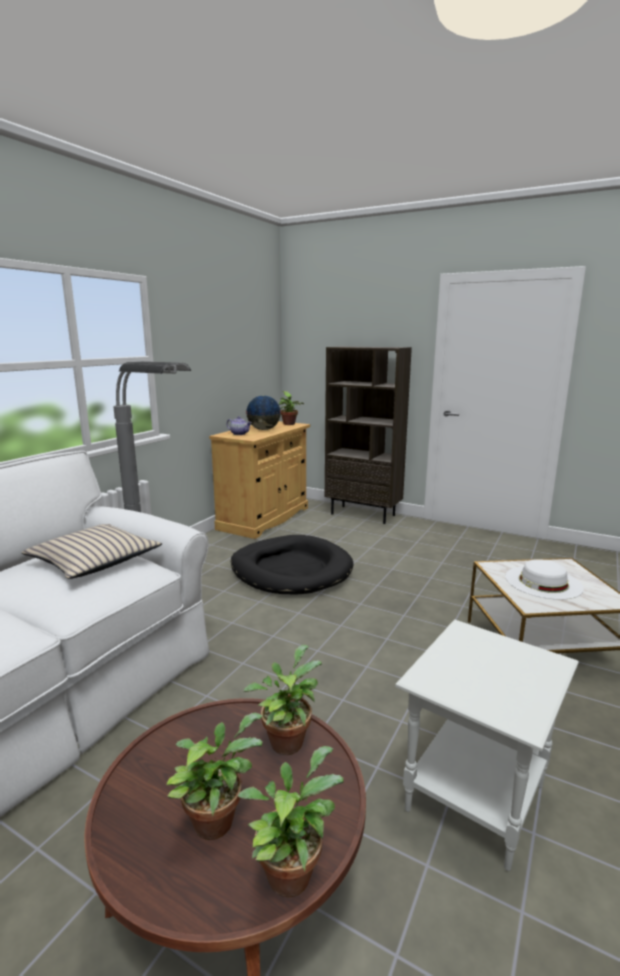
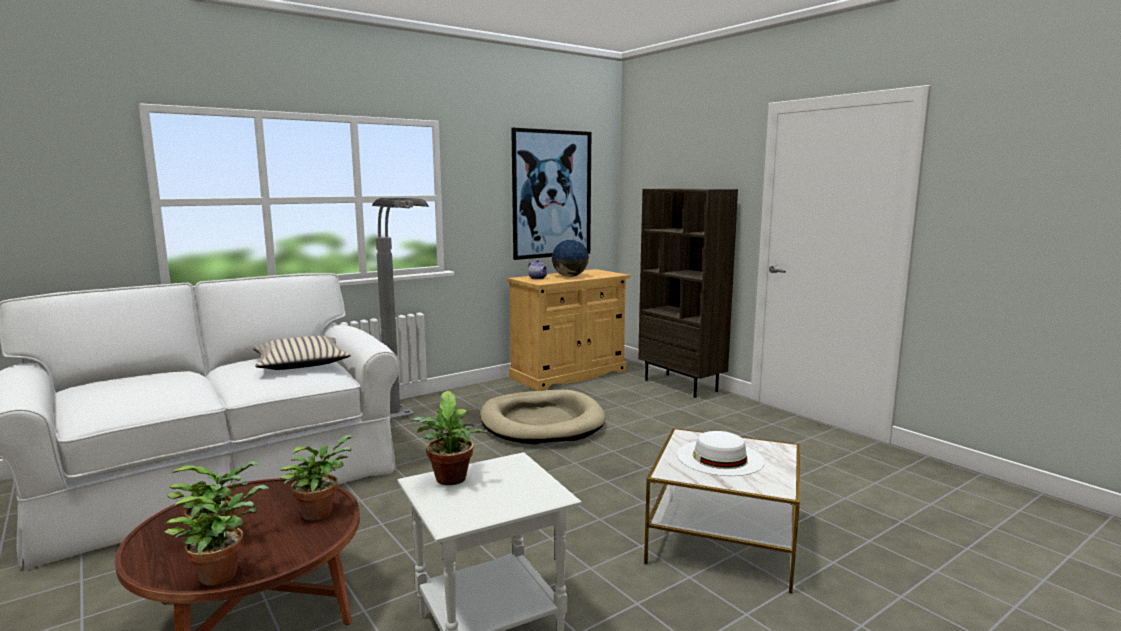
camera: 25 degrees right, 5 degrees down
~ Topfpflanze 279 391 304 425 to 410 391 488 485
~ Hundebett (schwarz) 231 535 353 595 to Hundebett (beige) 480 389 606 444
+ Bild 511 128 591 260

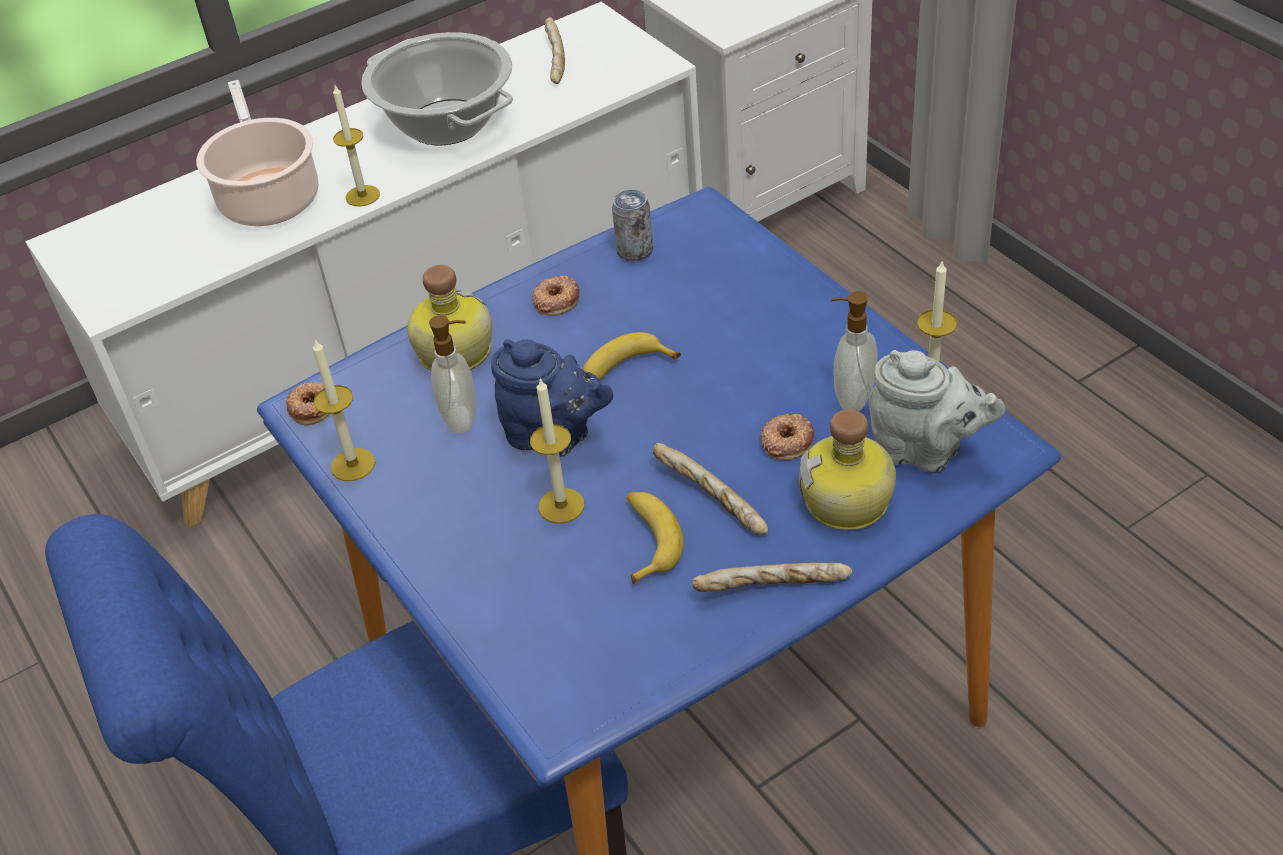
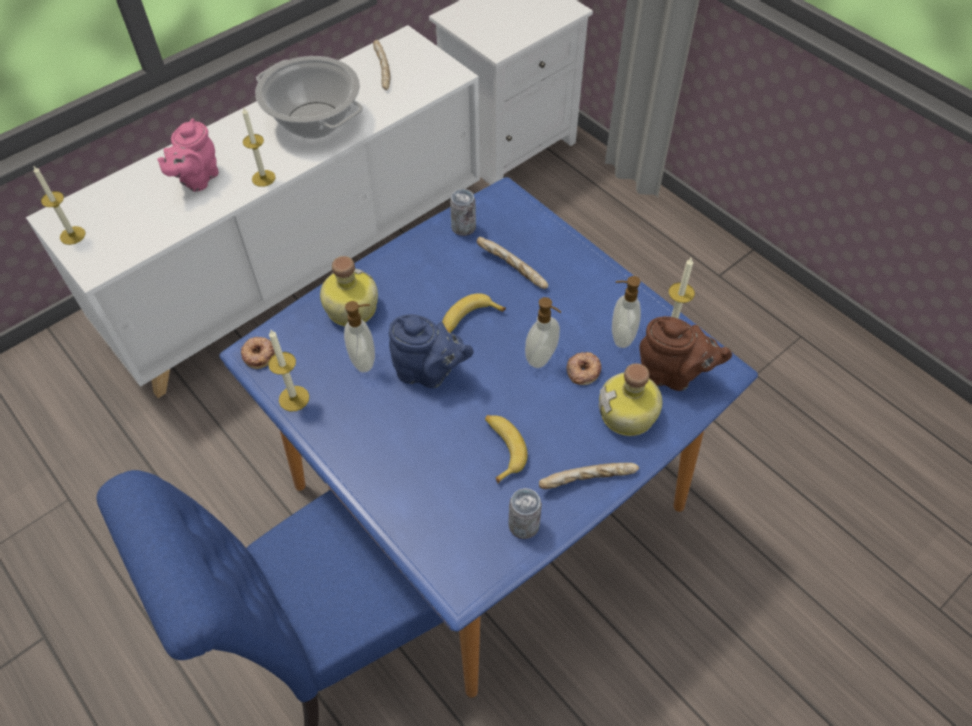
camera: 10 degrees left, 10 degrees up
~ Kochtopf 196 80 319 226 to Teekanne (rosa) 157 118 219 192
- Donut 532 276 580 316
~ Teekanne (grau) 869 350 1006 472 to Teekanne (braun) 639 316 732 391
~ Kerze 530 378 585 524 to 33 165 86 245
~ Brot 653 443 768 535 to 477 237 548 289
+ Seifenspender 525 297 561 368
+ Dose 508 488 542 539

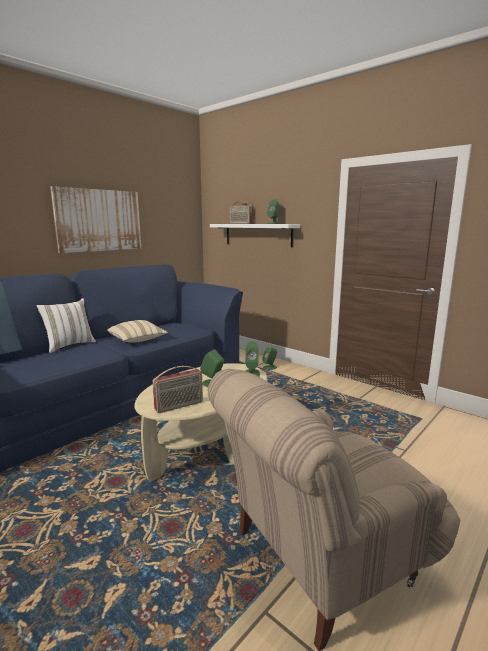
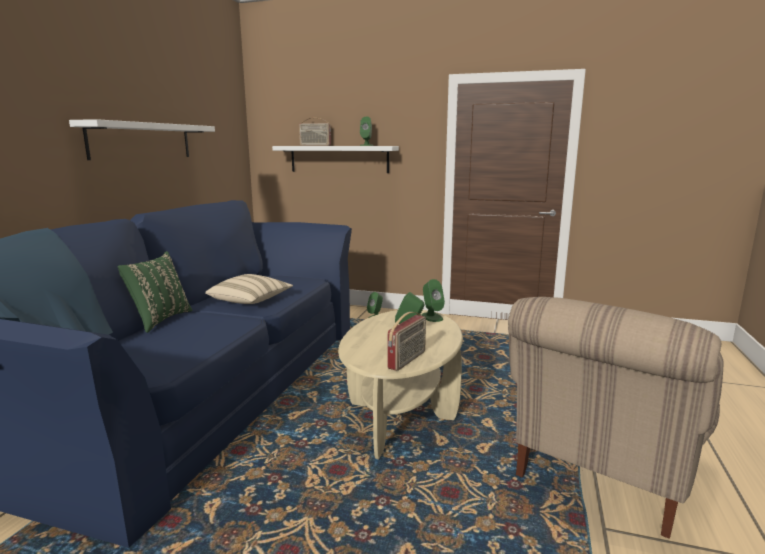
camera: 25 degrees left, 0 degrees up
~ Bild 50 186 141 253 to Wandregal (weiß) 69 119 215 160
~ Kissen (weiß) 37 298 96 353 to Kissen (grün) 117 251 192 333

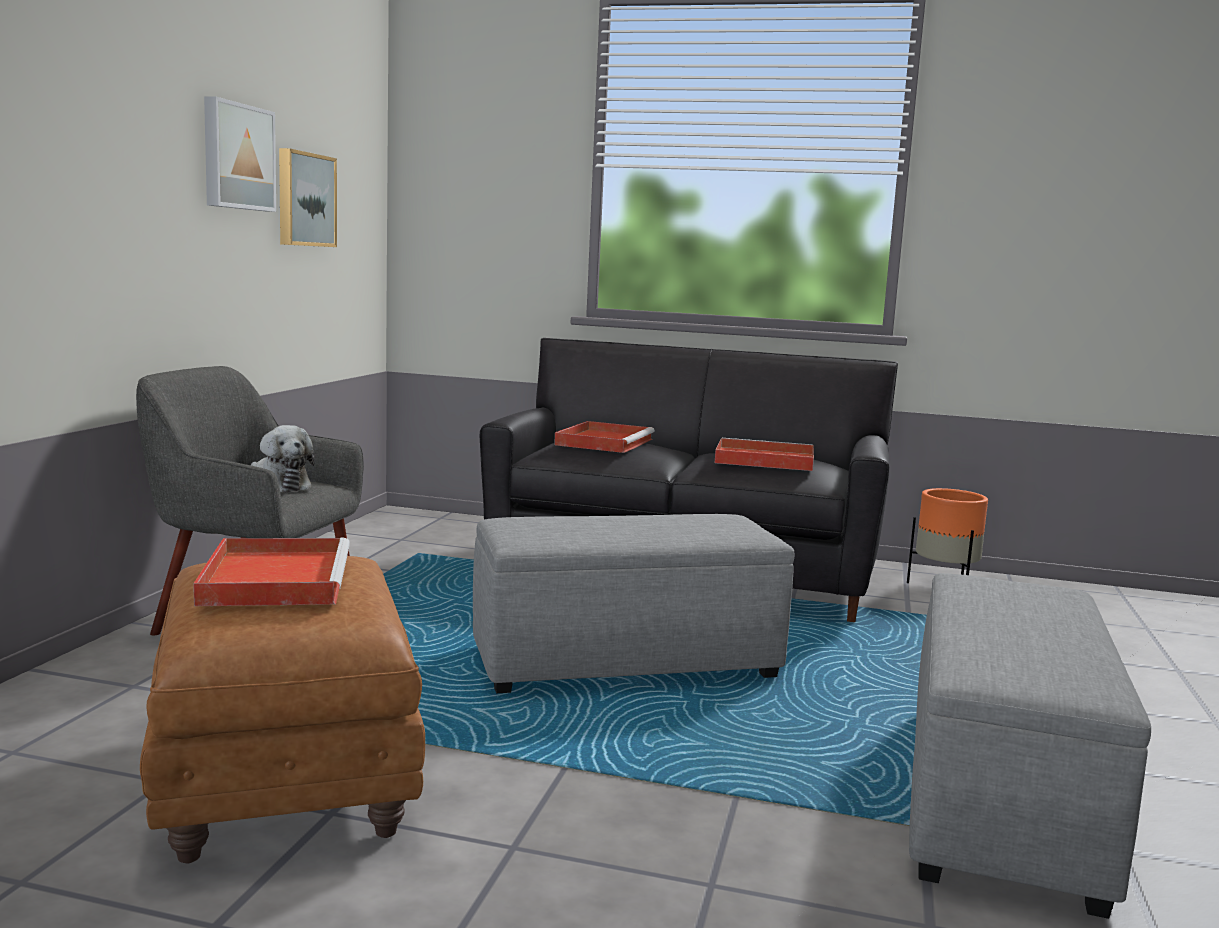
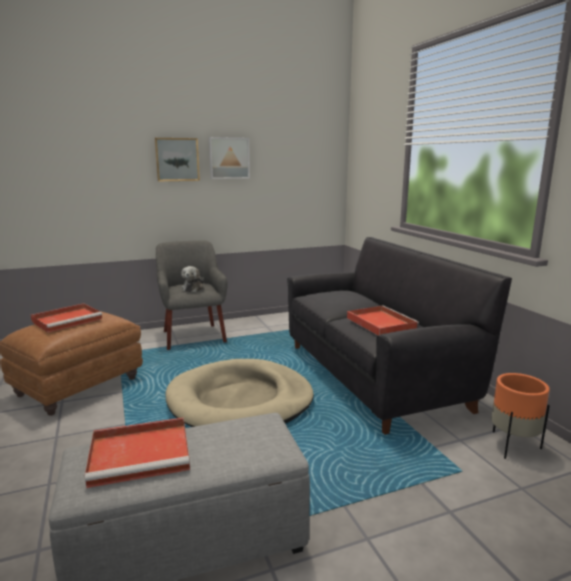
camera: 55 degrees right, 5 degrees up
~ Bild 279 148 337 247 to 154 138 200 181
~ Tablett (rot) 554 421 655 453 to 85 417 190 488
~ Polsterhocker (grau) 473 514 794 693 to Hundebett (beige) 166 359 314 427

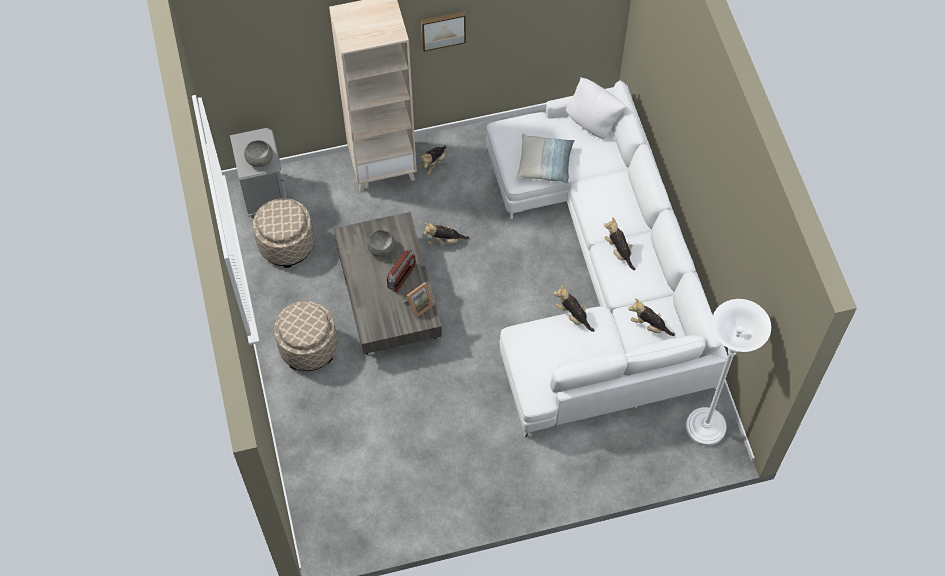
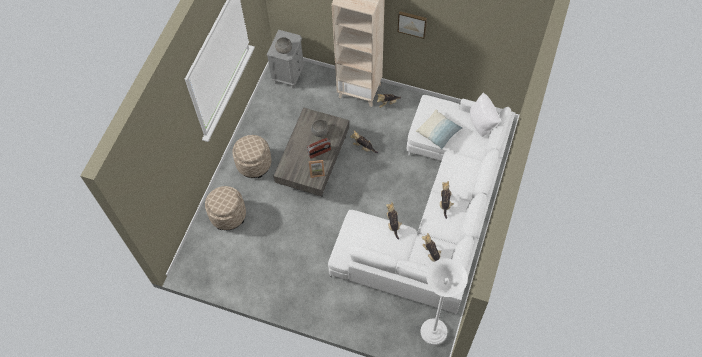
camera: 35 degrees right, 0 degrees up
~ Polsterhocker (beige) 253 198 314 268 to 205 186 246 230

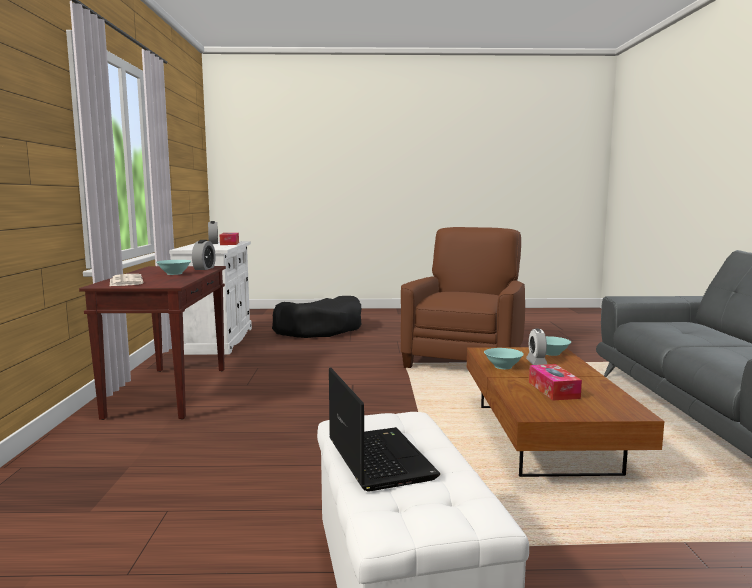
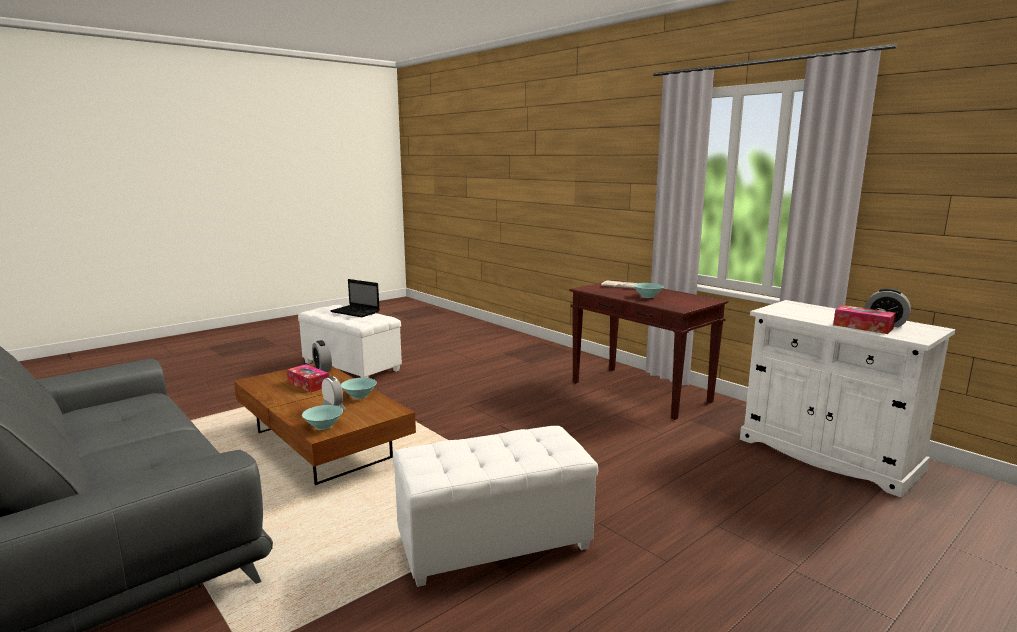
camera: 140 degrees right, 5 degrees up
~ Sessel (braun) 401 227 525 368 to Polsterhocker (weiß) 393 426 598 587
~ Wecker 192 240 216 270 to 312 340 332 372
- Hundebett (schwarz) 272 296 361 338

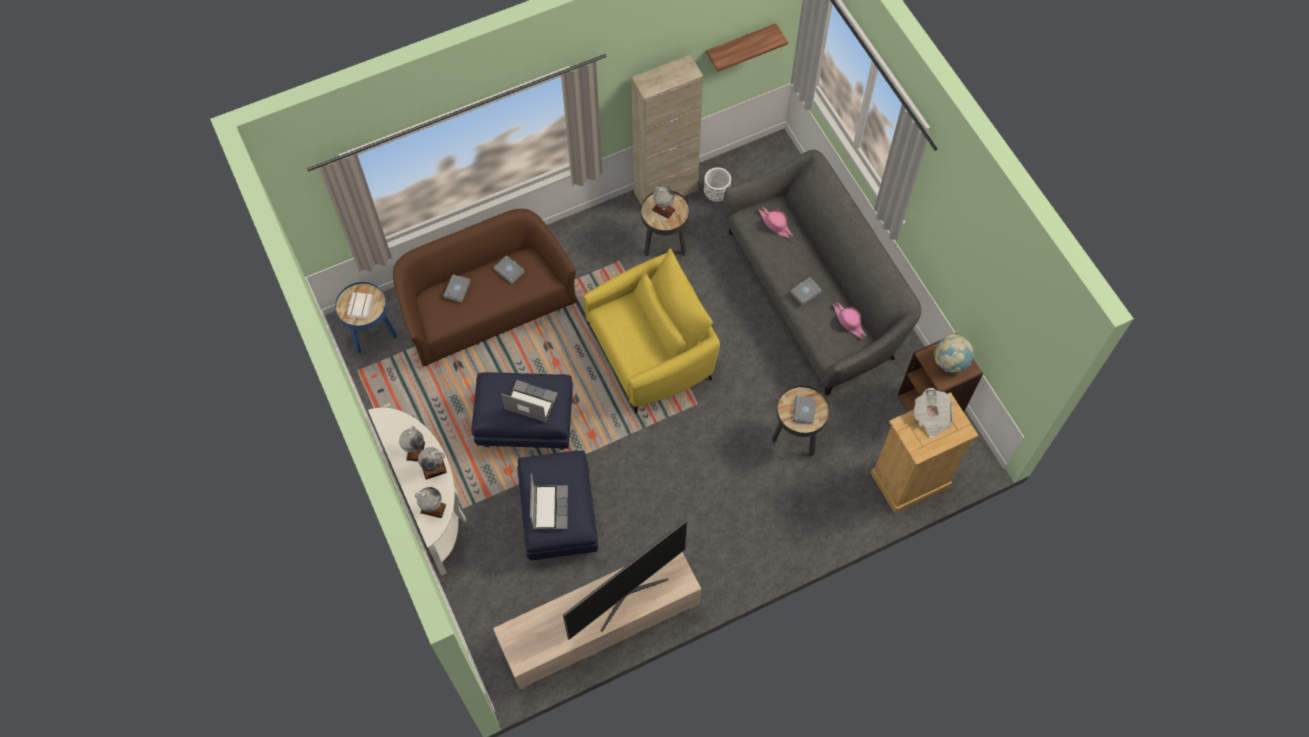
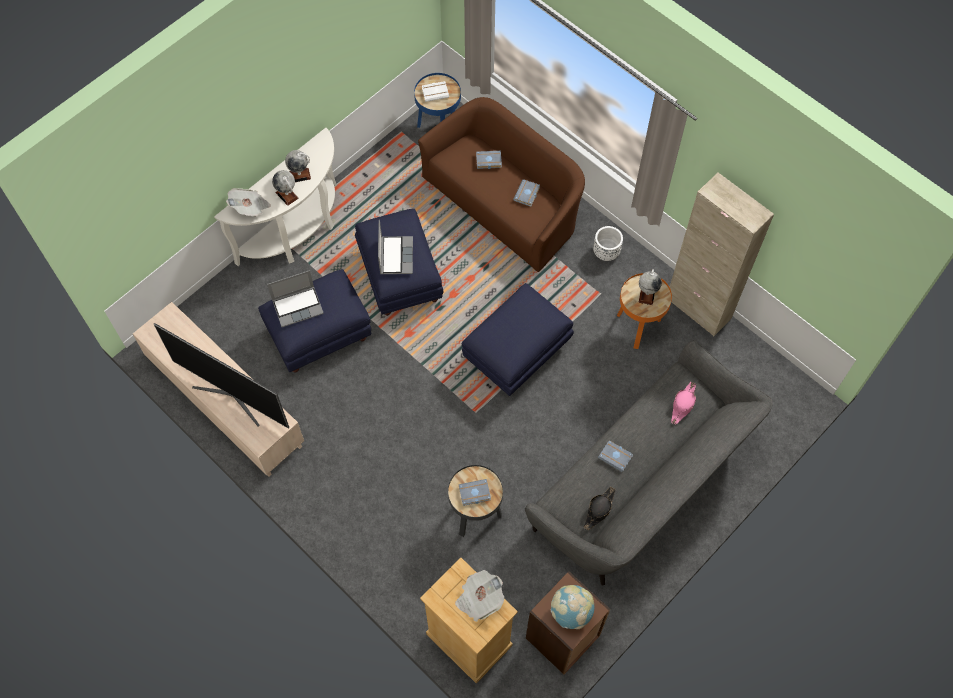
camera: 70 degrees right, 0 degrees up
- Wandregal 706 24 788 72
~ Pflanzkübel (weiß) 704 167 731 202 to 593 226 623 261
~ Beistelltisch (schwarz) 641 191 689 257 to Beistelltisch (orange) 617 273 672 349
~ Sessel (gelb) 583 249 720 413 to Polsterhocker (blau) 462 283 574 396
~ Hut (rosa) 833 302 866 339 to Hut (schwarz) 584 487 616 530
~ Globus 415 487 446 518 to Zeitung 226 188 271 217

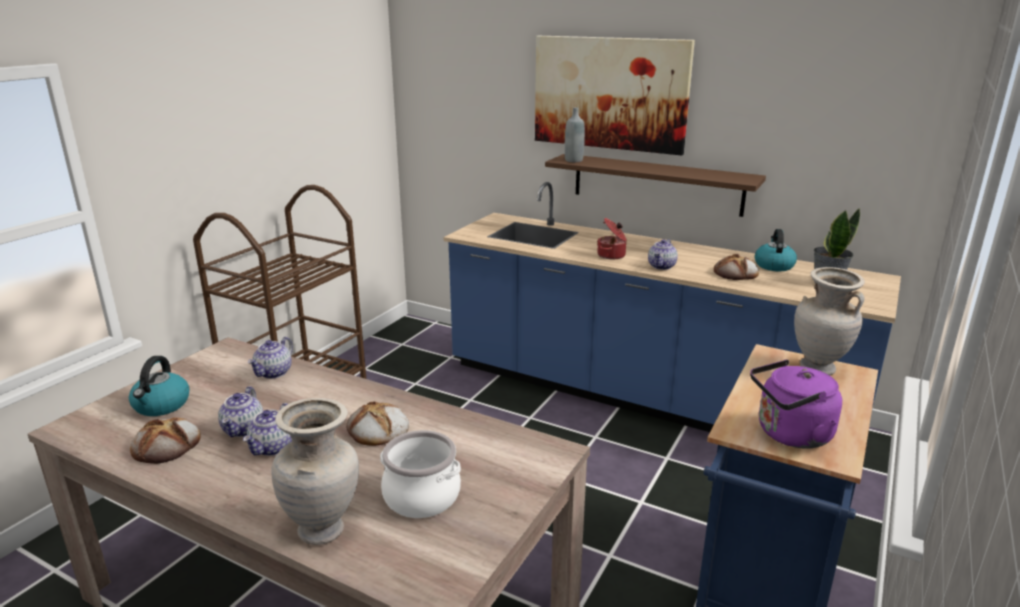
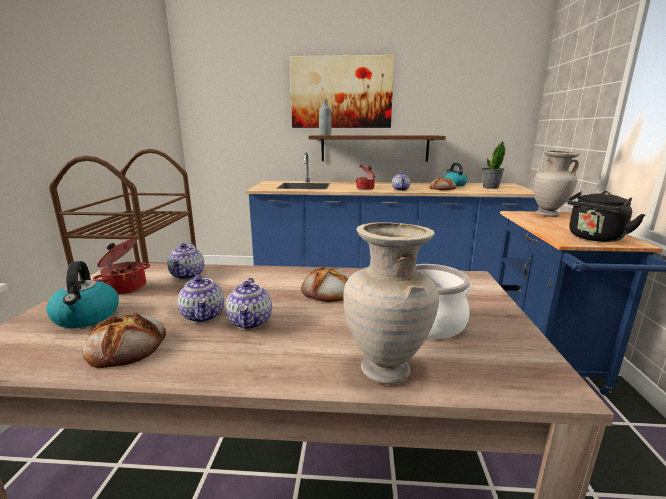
camera: 25 degrees left, 5 degrees down
~ Wasserkessel (lila) 750 360 842 449 to Wasserkessel (schwarz) 567 191 646 242
+ Kochtopf 93 239 150 295

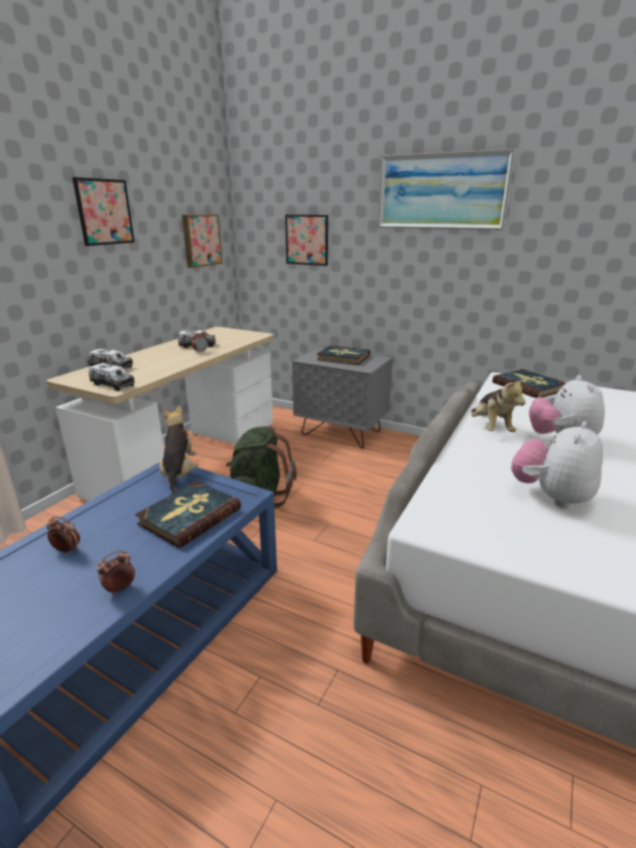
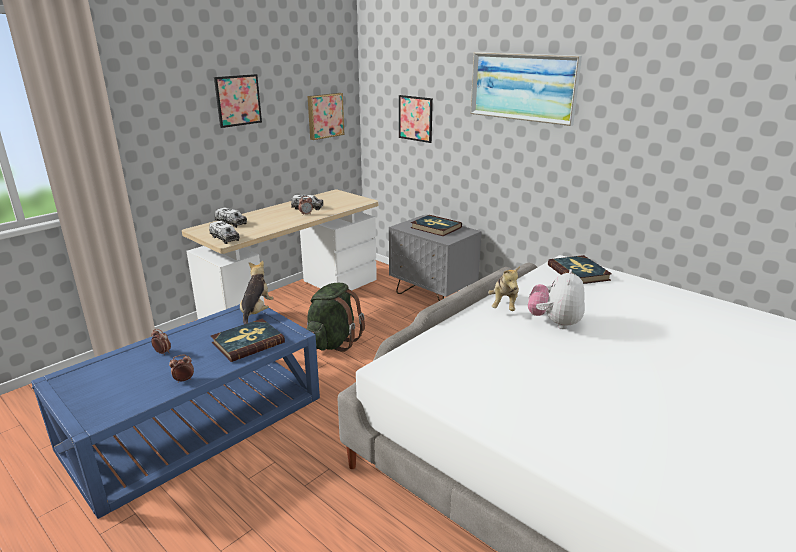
camera: 15 degrees right, 0 degrees up
- Plüschtier 511 421 603 508

